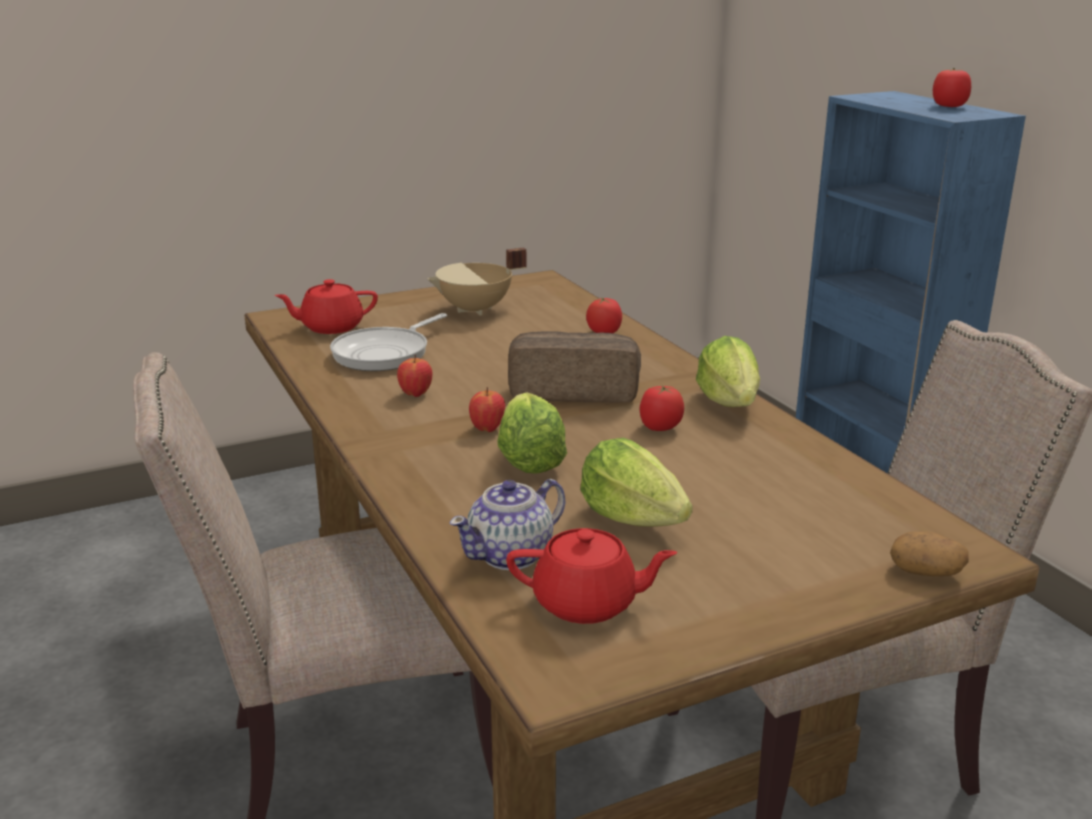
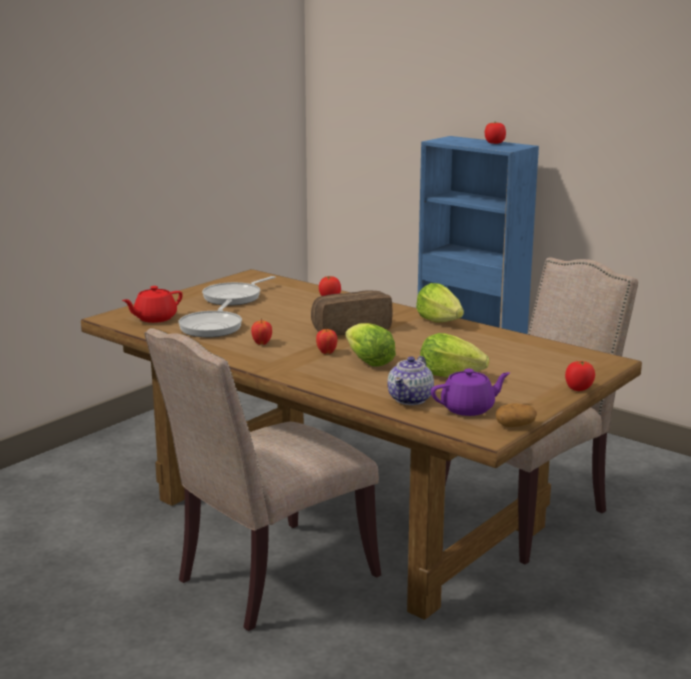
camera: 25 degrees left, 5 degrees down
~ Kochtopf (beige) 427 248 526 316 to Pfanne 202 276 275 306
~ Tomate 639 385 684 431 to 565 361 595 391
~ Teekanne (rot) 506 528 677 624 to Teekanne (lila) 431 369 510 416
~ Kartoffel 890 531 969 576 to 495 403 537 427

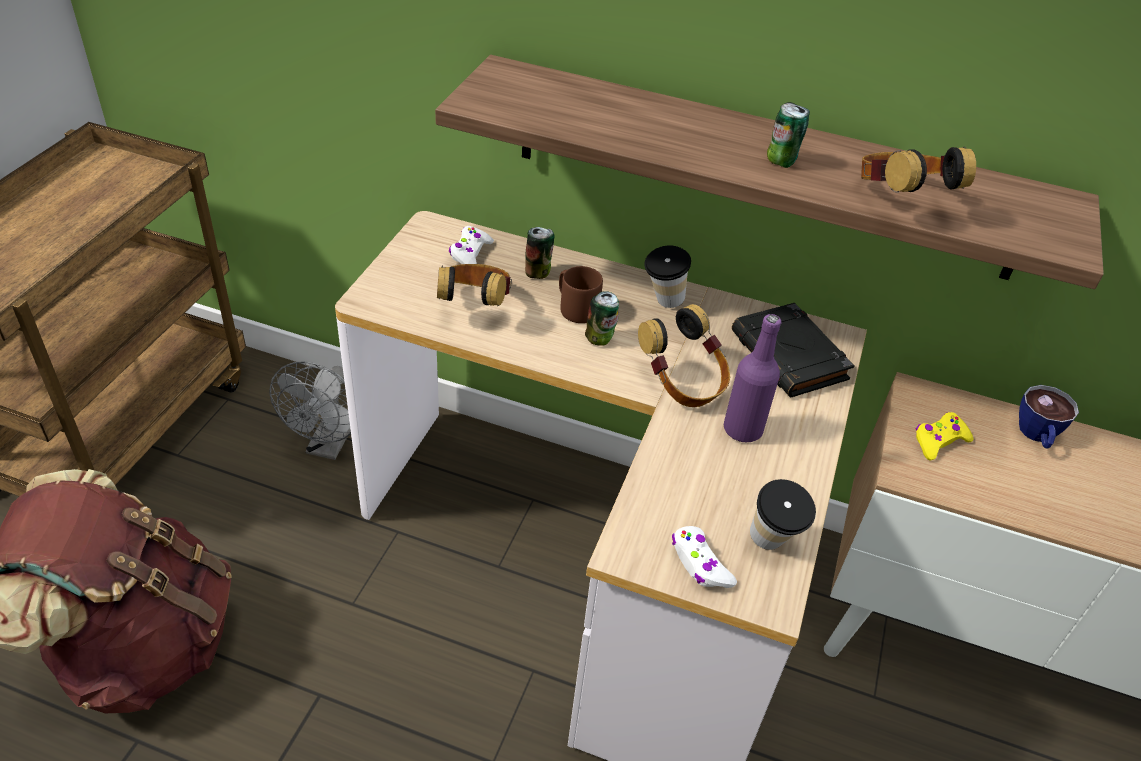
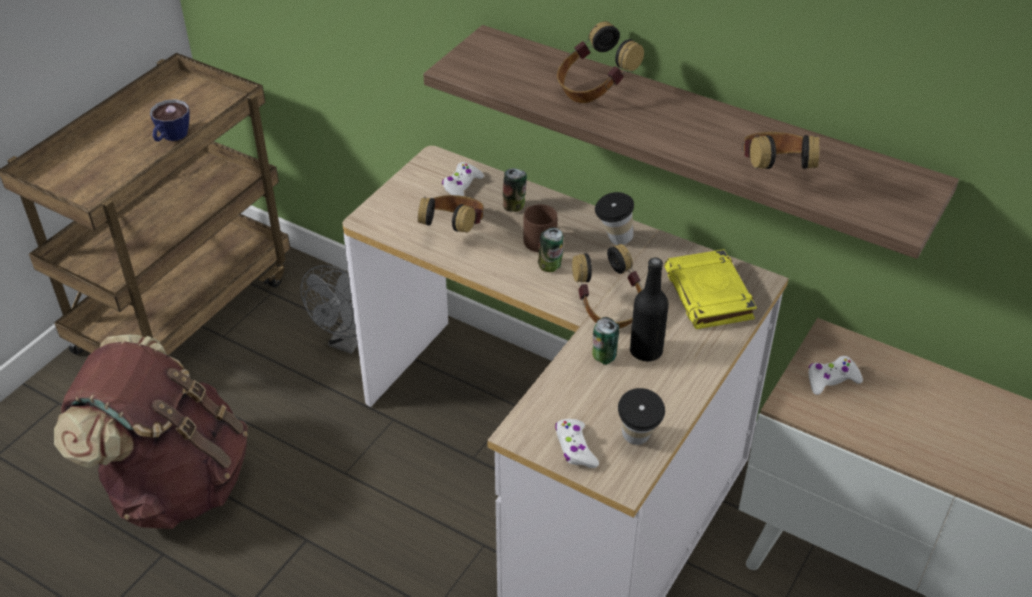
camera: 15 degrees right, 0 degrees up
~ Dose 767 102 810 168 to 592 317 619 365
~ Buch (schwarz) 732 303 854 398 to Buch (gelb) 664 249 757 329
~ Flasche (lila) 724 314 781 442 to Flasche (schwarz) 630 258 669 361
~ Tasse 1019 385 1079 449 to 150 99 190 141
~ Gamepad (gelb) 916 412 974 460 to Gamepad (weiß) 808 356 863 395
+ Kopfhörer 557 21 644 103

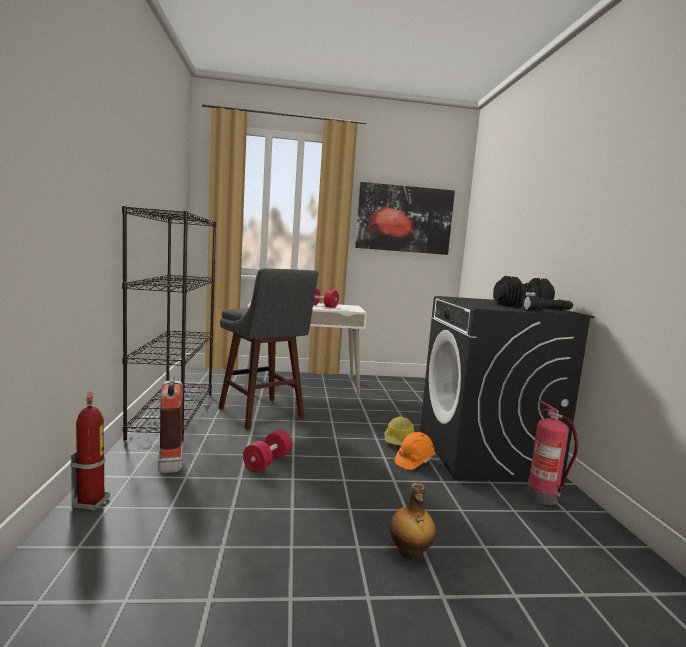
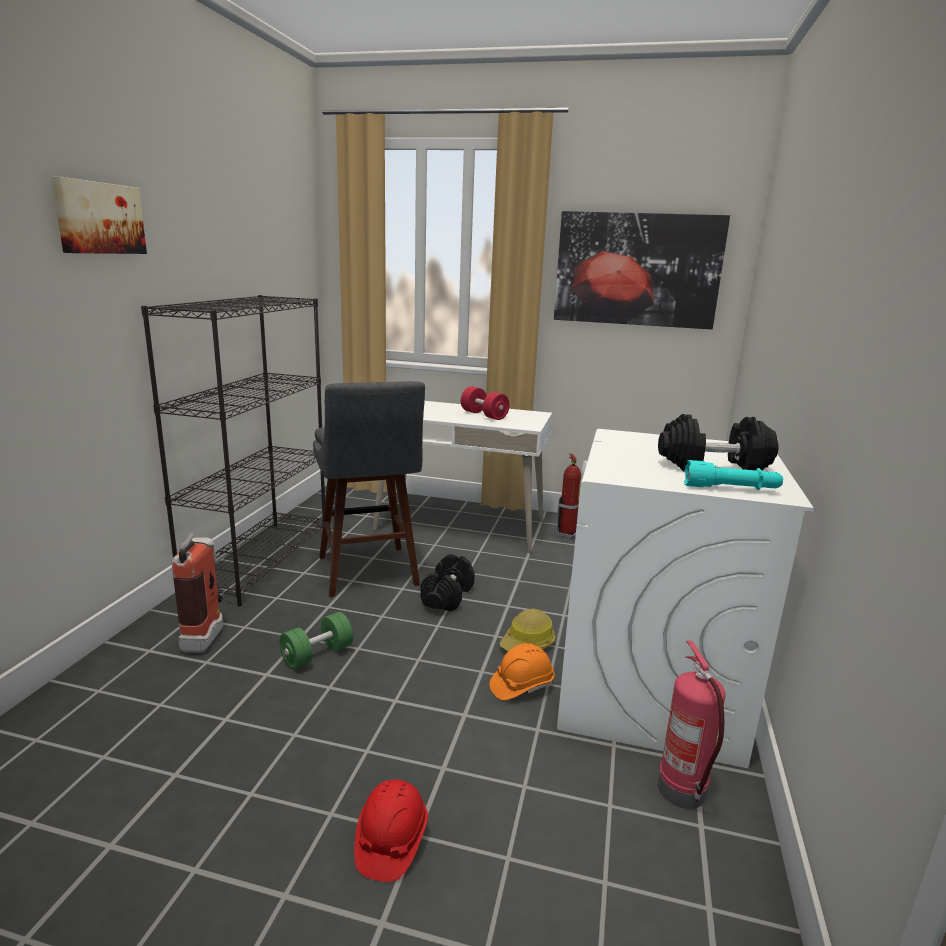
camera: 20 degrees right, 10 degrees up
~ Taschenlampe (schwarz) 522 295 573 311 to Taschenlampe (türkis) 684 460 783 490
~ Waschmaschine (schwarz) 420 296 594 482 to Waschmaschine (weiß) 557 429 814 768
~ Feuerlöscher 71 392 110 510 to 556 454 581 539
~ Hantel (rot) 243 430 292 472 to Hantel (grün) 279 612 353 669
~ Flasche 390 483 436 560 to Schutzhelm (rot) 354 779 428 882
+ Bild 51 177 147 254
+ Hantel (schwarz) 421 554 475 611

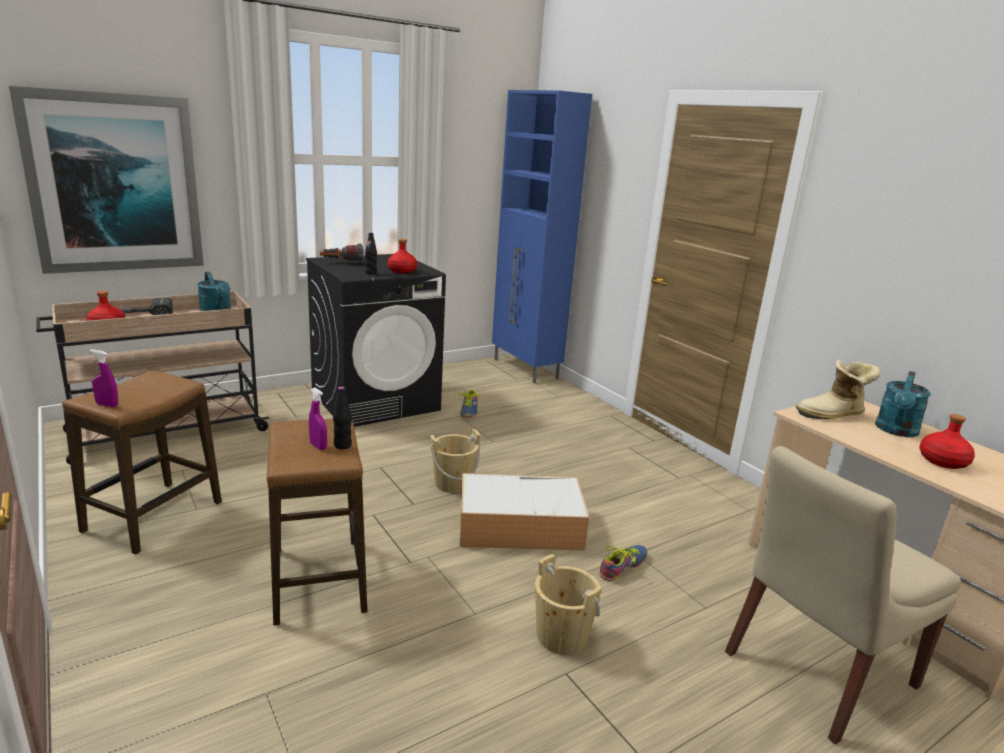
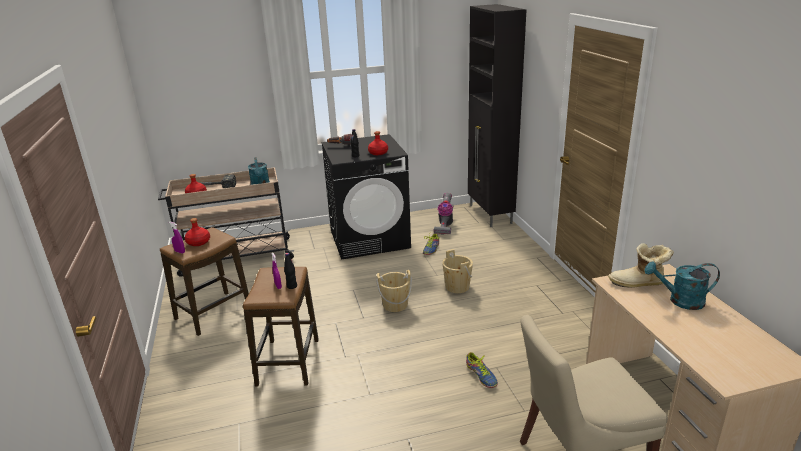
camera: 20 degrees right, 5 degrees up
- Bild 9 86 204 274
~ Schrank (blau) 492 90 592 383 to Schrank (schwarz) 468 4 527 227
~ Gießkanne (türkis) 875 371 931 437 = 645 261 720 310 45 degrees clockwise
~ Flasche (rot) 919 414 975 469 to 185 218 210 246
- Aufbewahrungsbox 460 473 589 551
~ Schuh 599 545 647 581 = 465 352 498 388 90 degrees clockwise
~ Eimer (beige) 535 554 603 655 to 442 249 473 293
+ Staubsauger 434 193 453 235

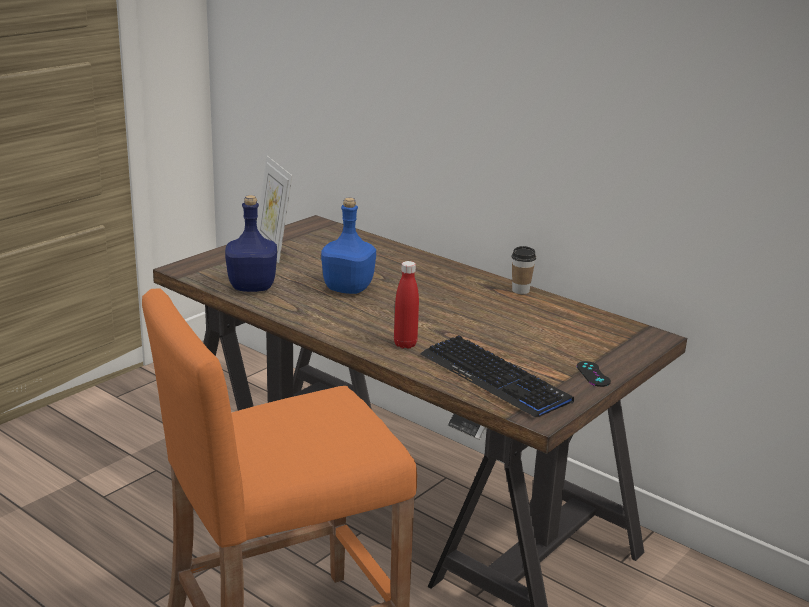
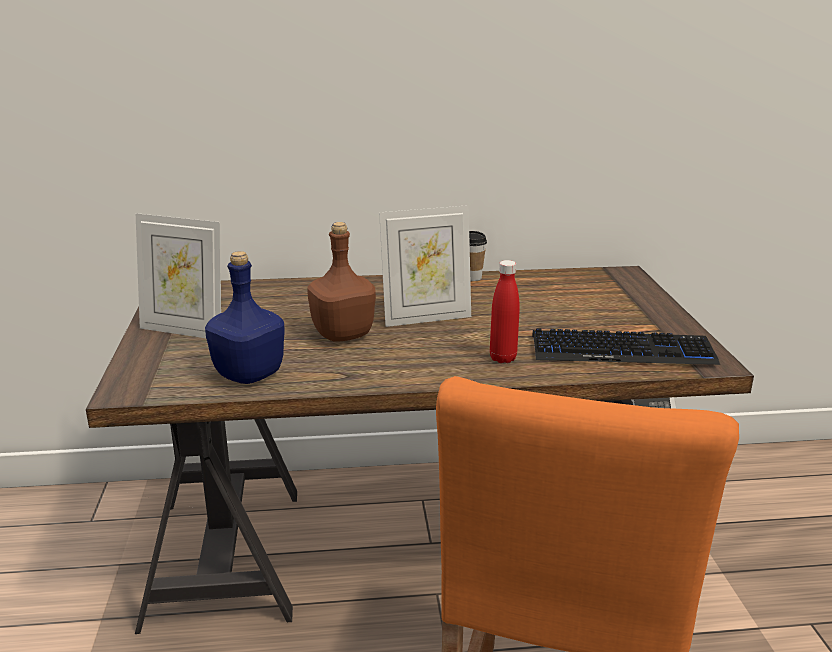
camera: 45 degrees left, 0 degrees up
~ Flasche (blau) 321 198 376 294 to Flasche (braun) 307 222 376 341
- Gamepad (schwarz) 577 361 611 387
+ Bilderrahmen 379 205 471 327

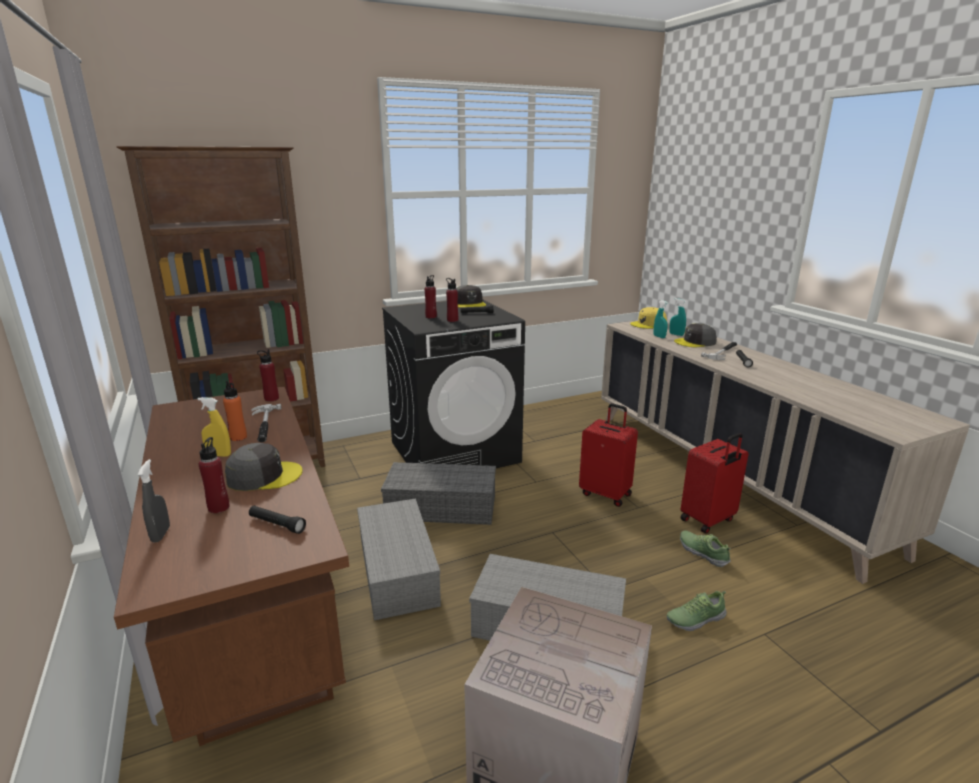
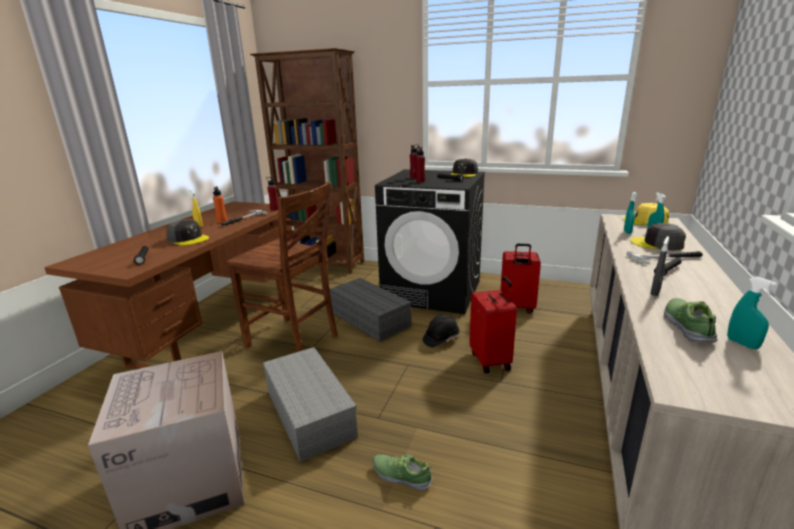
camera: 45 degrees right, 0 degrees up
~ Koffer (rot) 680 433 749 534 to 500 244 541 313
- Flasche (rot) 199 437 230 513
~ Sprühflasche (grau) 138 459 170 543 to 650 236 669 296
~ Aufbewahrungsbox (grau) 357 499 441 620 to Stuhl (braun) 227 182 338 352
~ Schuh 680 531 731 567 to 664 298 718 343
+ Sprühflasche (türkis) 727 277 777 349
+ Schutzhelm (schwarz) 423 314 459 347

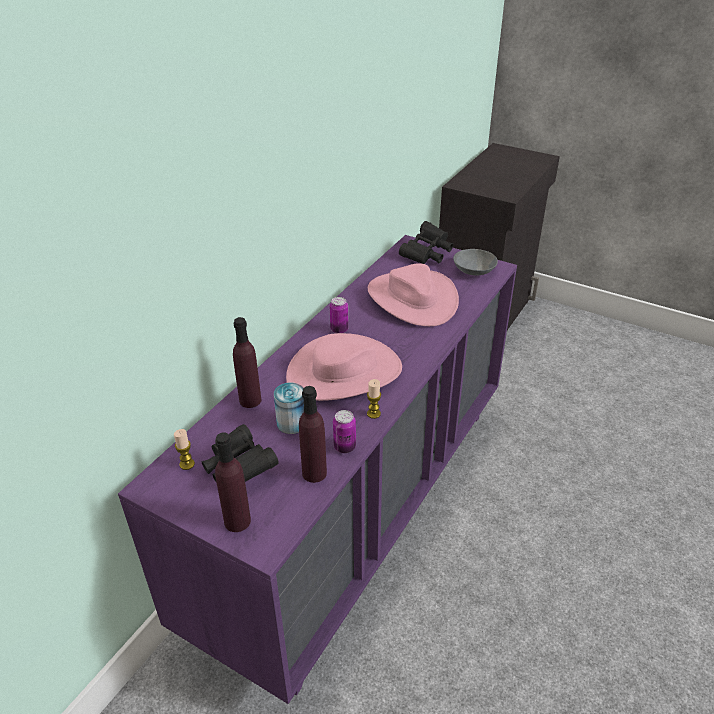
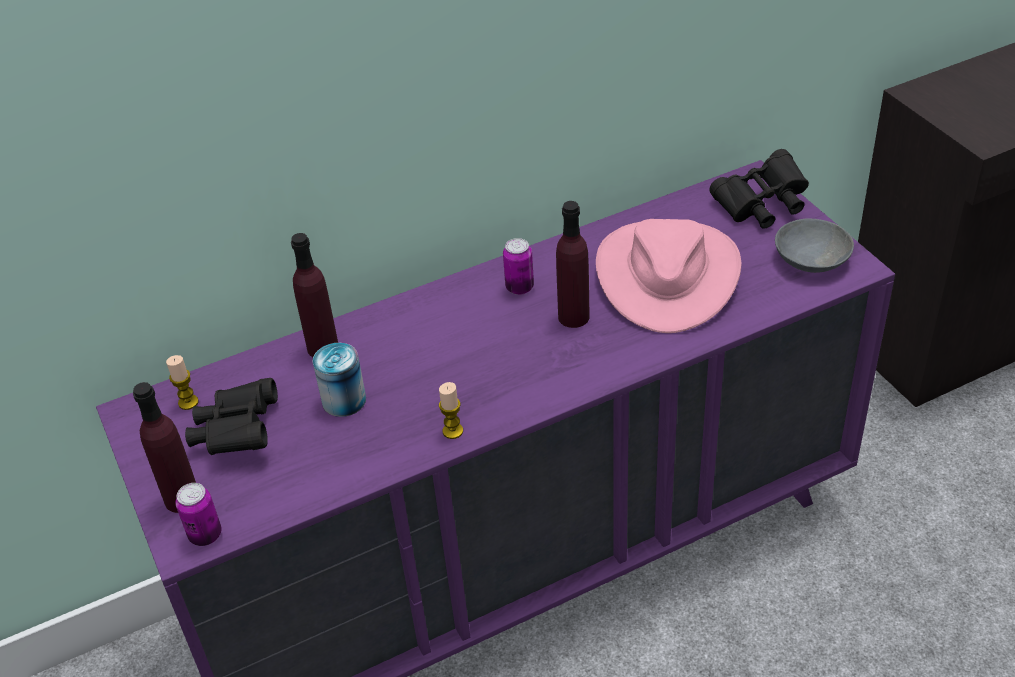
camera: 35 degrees right, 5 degrees up
- Hut (rosa) 286 333 402 401
~ Flasche (lila) 299 386 327 483 to 556 201 590 328
~ Dose 333 410 356 453 to 176 483 222 546

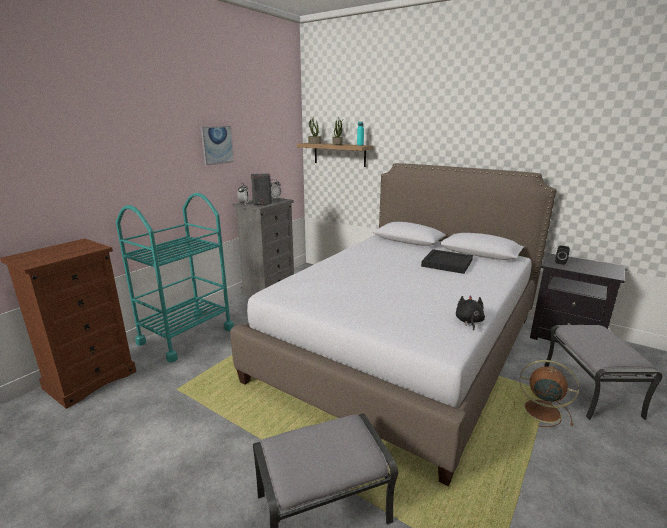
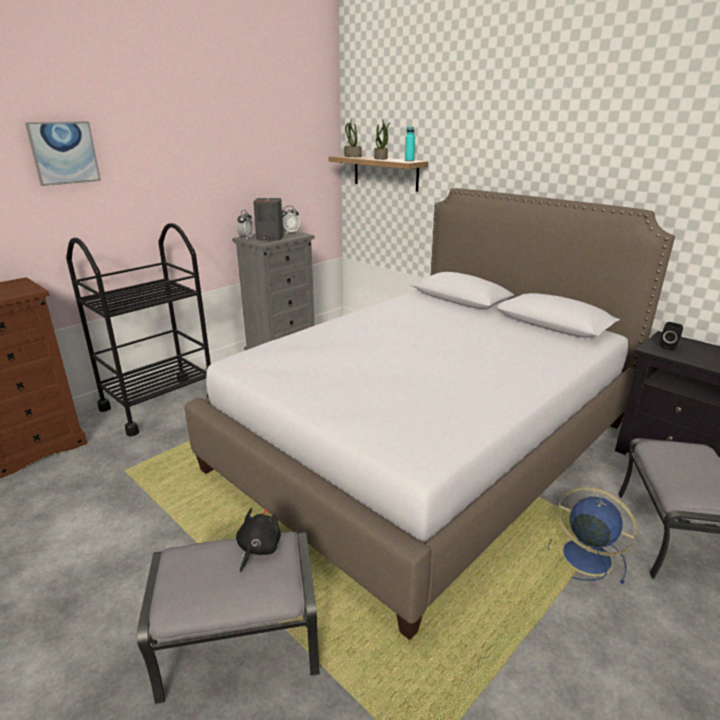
camera: 10 degrees right, 5 degrees up
~ Bild 201 126 234 165 to 25 121 101 186
~ Rollwagen (türkis) 116 193 234 363 to Rollwagen (schwarz) 66 223 211 437
- Tablett (schwarz) 421 249 473 274
~ Plüschtier (schwarz) 456 295 485 331 to 236 507 281 572
~ Ventilator (braun) 514 360 579 427 to Ventilator (blau) 548 487 637 584

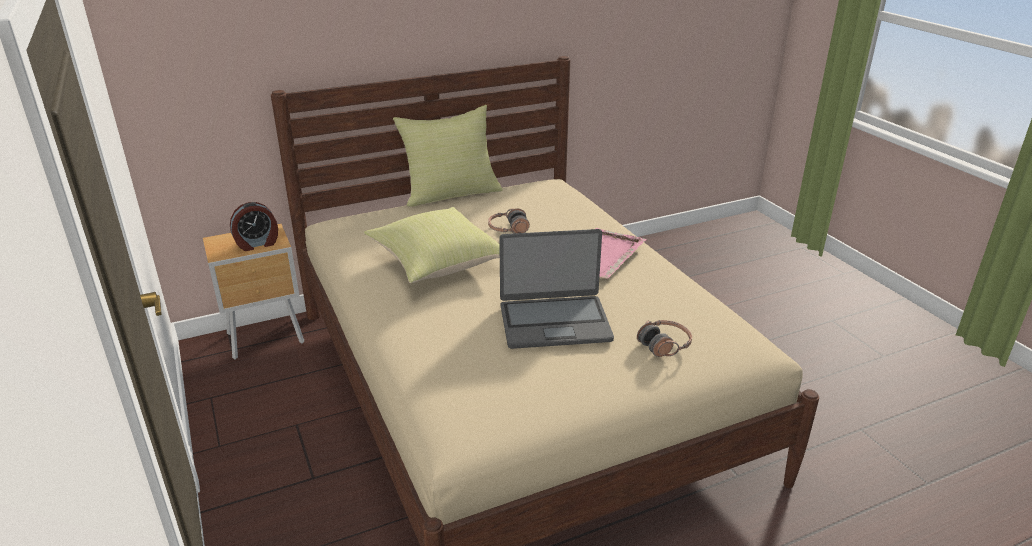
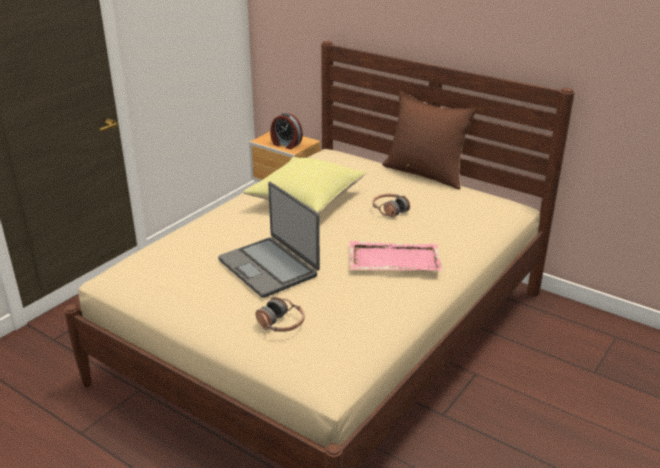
camera: 60 degrees right, 0 degrees up
~ Kissen (gelb) 393 105 503 207 to Kissen (braun) 382 90 477 190

